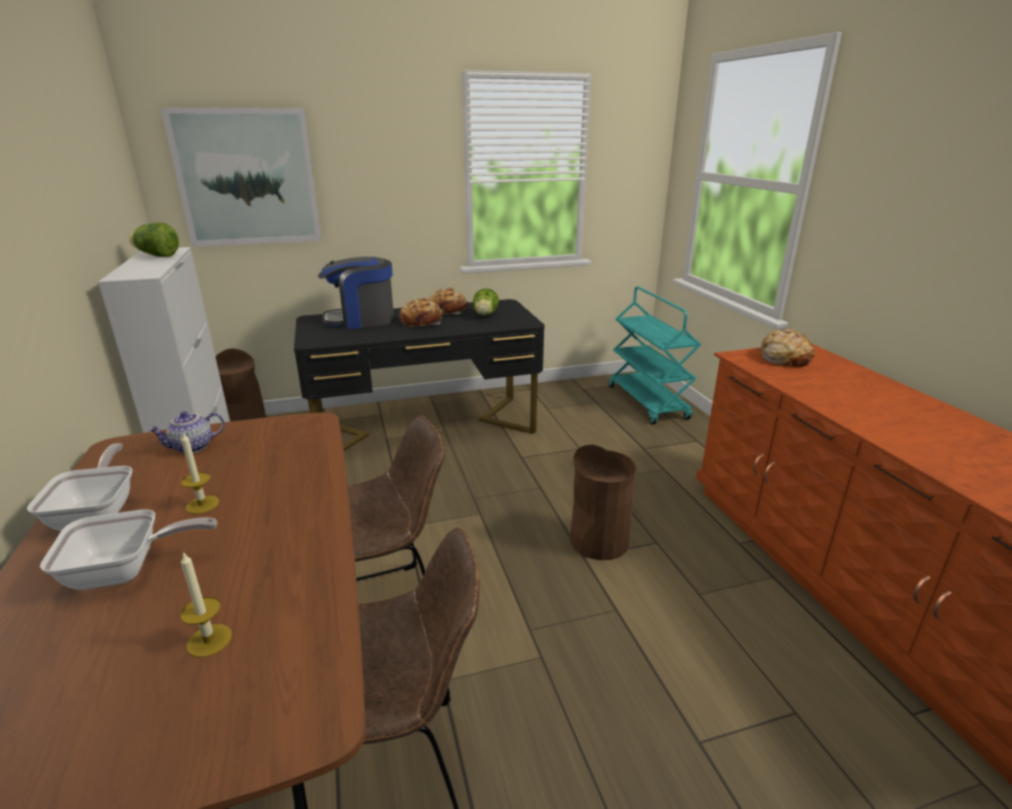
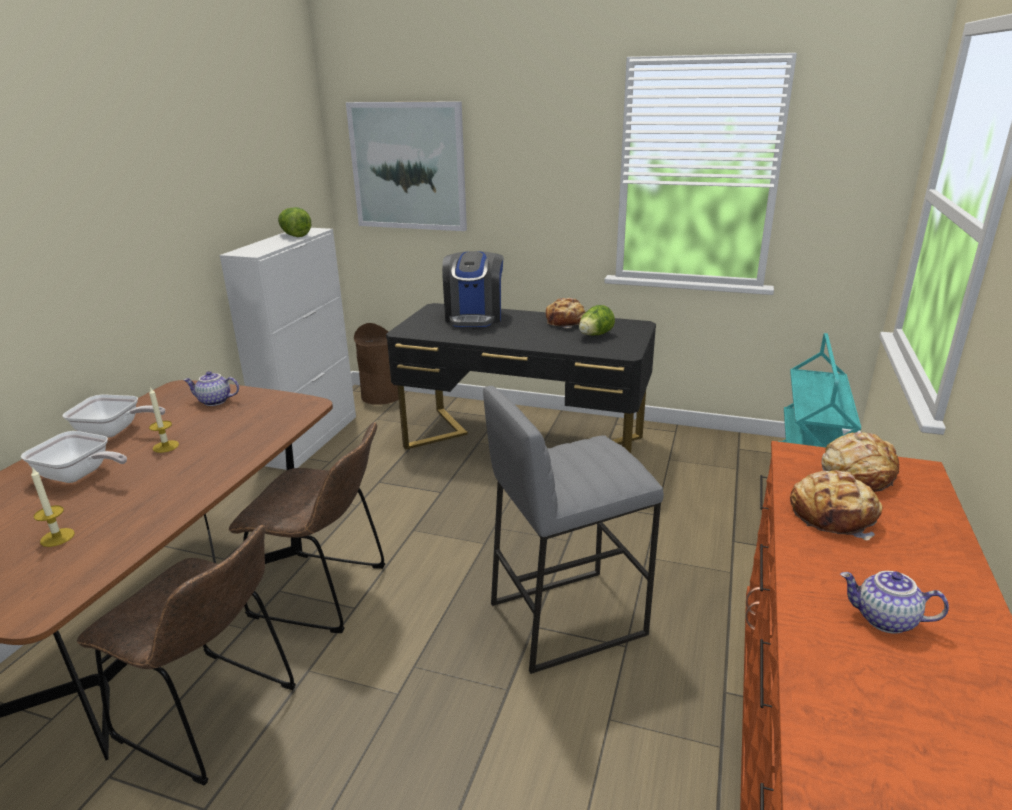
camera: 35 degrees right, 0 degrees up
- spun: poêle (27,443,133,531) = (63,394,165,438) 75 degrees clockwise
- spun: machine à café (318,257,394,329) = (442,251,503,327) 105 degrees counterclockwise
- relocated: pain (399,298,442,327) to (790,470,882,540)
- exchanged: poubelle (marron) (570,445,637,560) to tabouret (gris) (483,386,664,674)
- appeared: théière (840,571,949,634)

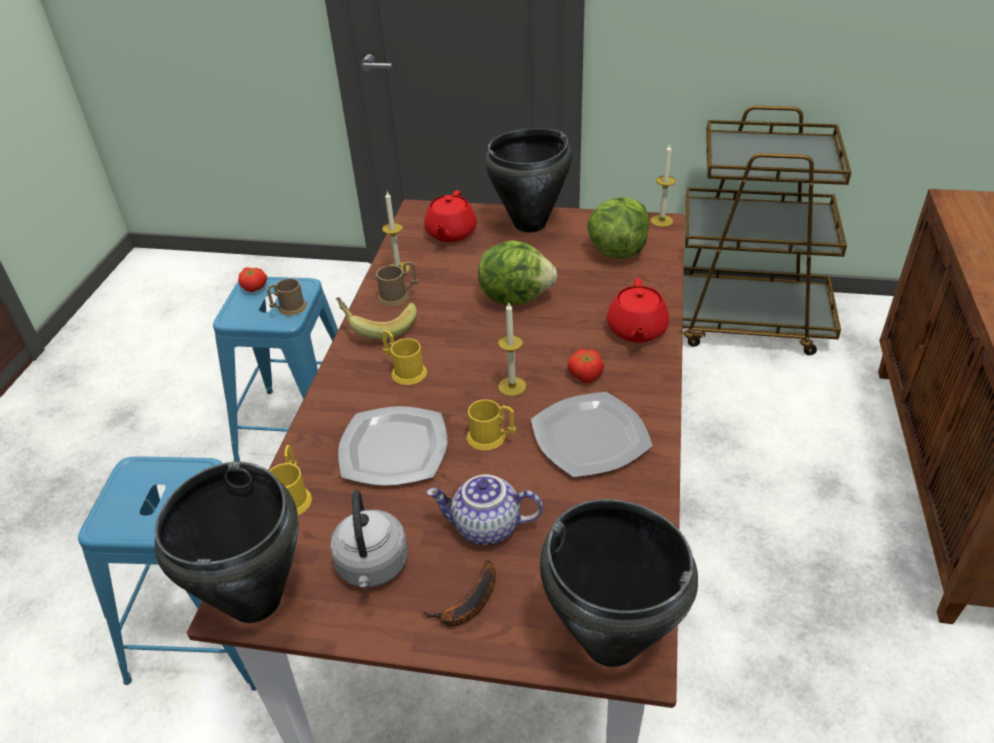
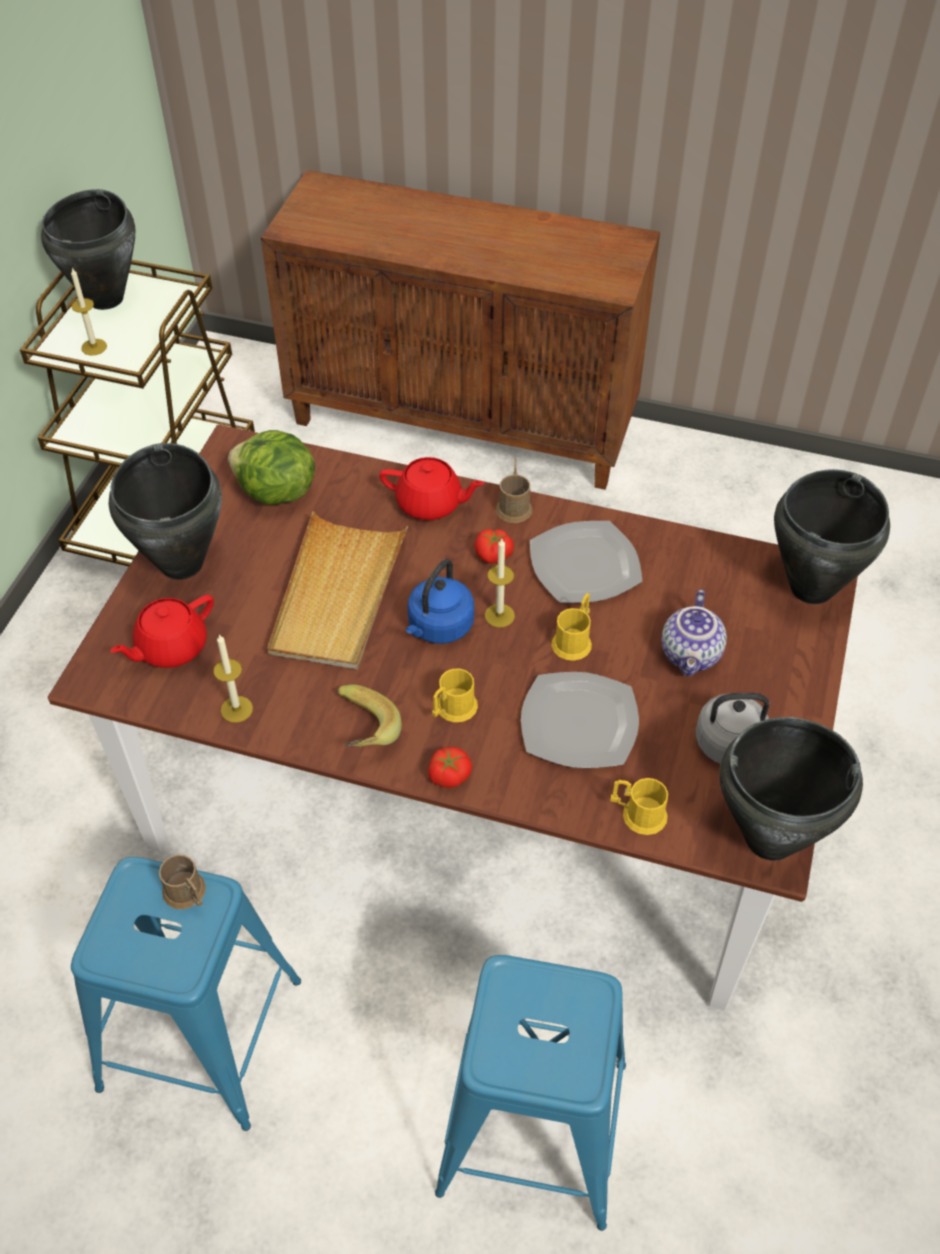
camera: 85 degrees left, 10 degrees up
- relocated: tomate (238,267,267,292) to (428,747,472,788)
- relocated: mug (marron) (376,262,418,307) to (496,458,533,523)
- missing: banane (422,560,496,626)
- spun: théière (rouge) (424,190,477,242) = (110,595,214,668) 120 degrees clockwise
- exchanged: laitue (478,240,558,305) to plateau (beige) (268,511,408,670)
- relocated: bougie (651,144,676,227) to (71,268,107,355)
- appeared: marmite (noir) (41,189,135,310)
- appeared: bouilloire (bleu) (406,559,474,644)

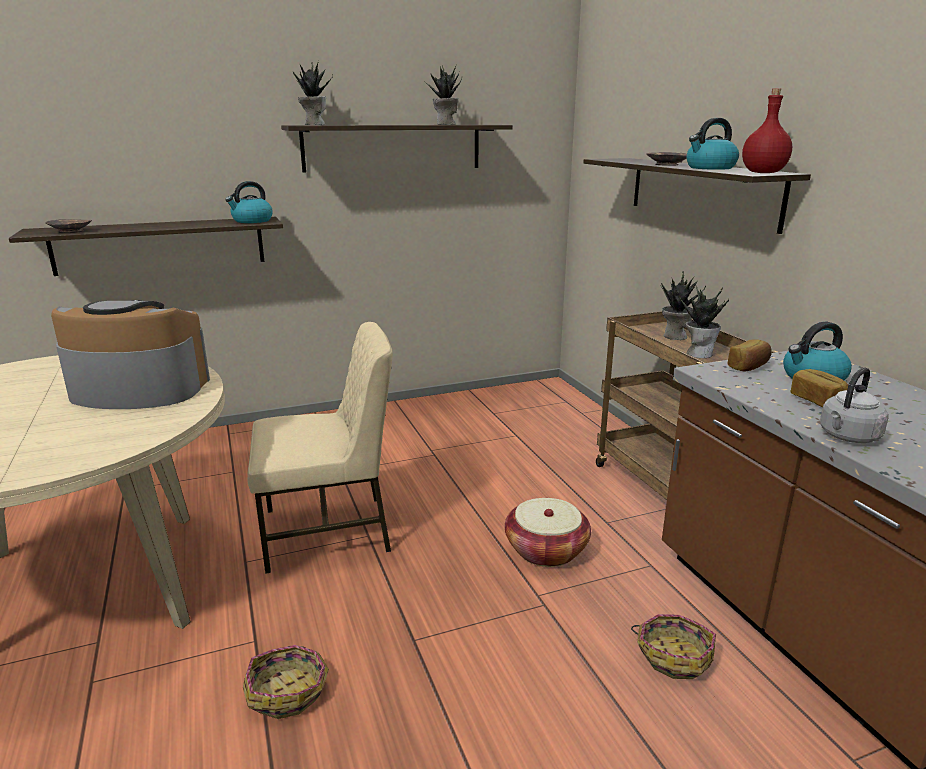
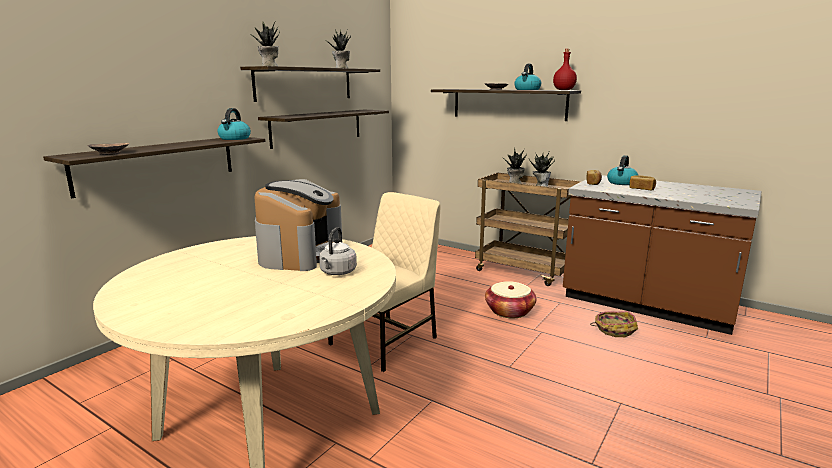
camera: 35 degrees left, 5 degrees down
- spun: machine à café (51,300,210,409) = (255,179,342,271) 135 degrees clockwise
- missing: panier (243,645,329,719)
- relocated: bouilloire (gris) (820,367,889,443) to (319,227,357,275)
- appeared: étagère (258,110,389,149)

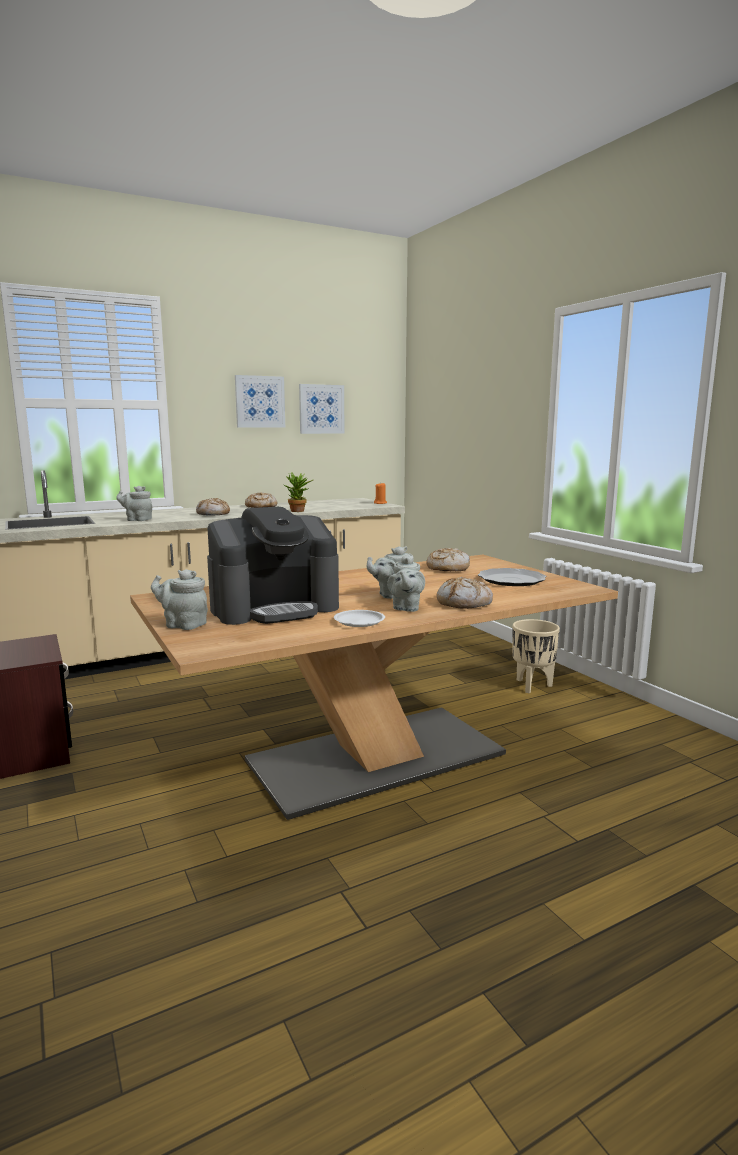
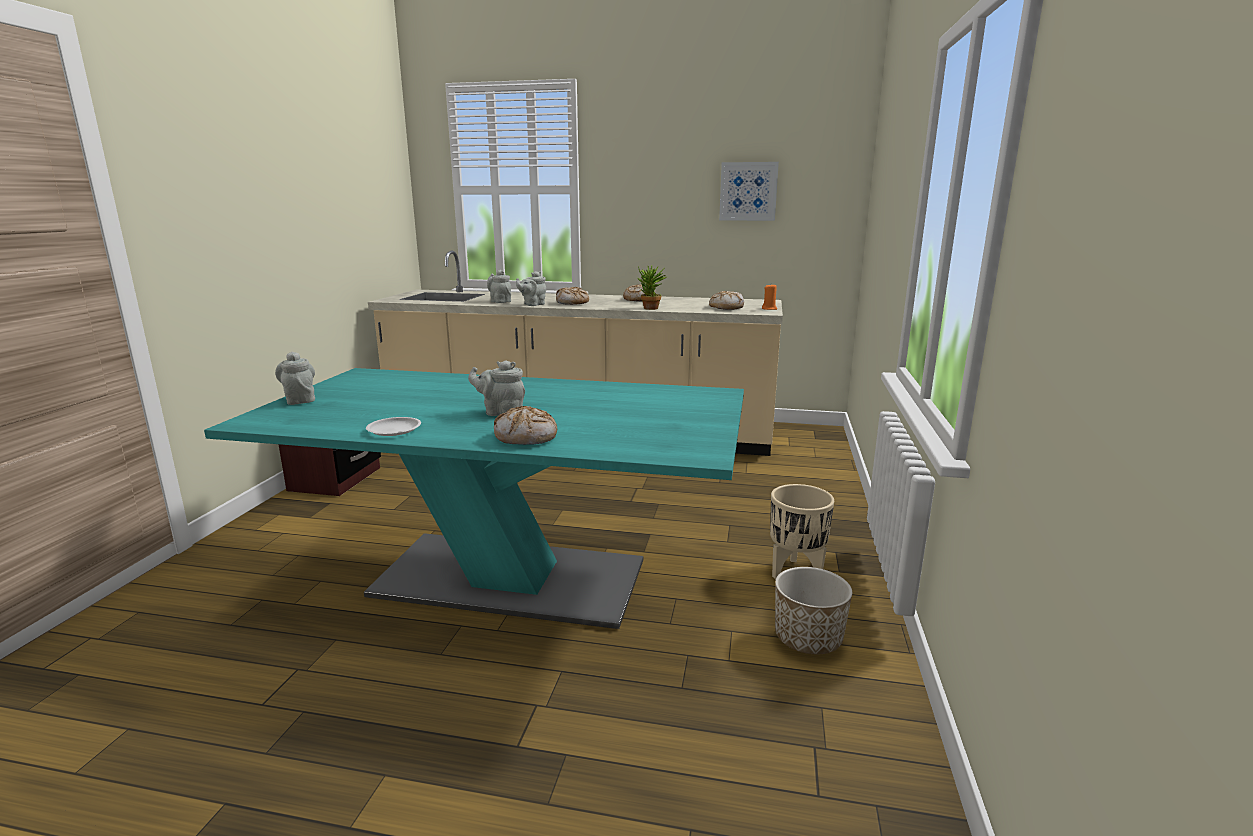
camera: 40 degrees right, 5 degrees up
- colour: table à manger (beige) (130,555,618,820) to table à manger (turquoise) (204,368,744,629)
- missing: machine à café (207,507,339,625)
- missing: tableau (235,375,285,427)
- relocated: théière (gris) (387,554,425,612) to (516,271,546,306)
- relocated: pain (426,548,470,571) to (709,291,744,310)
- missing: assiette (478,568,546,586)
- appeared: cache-pot (775,567,852,654)

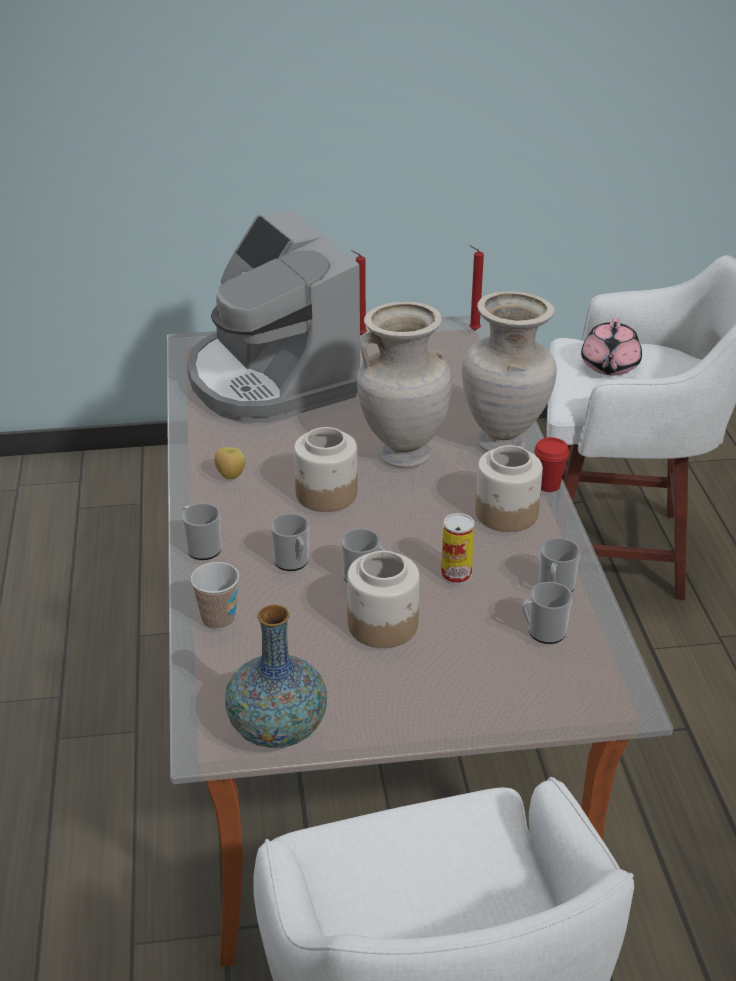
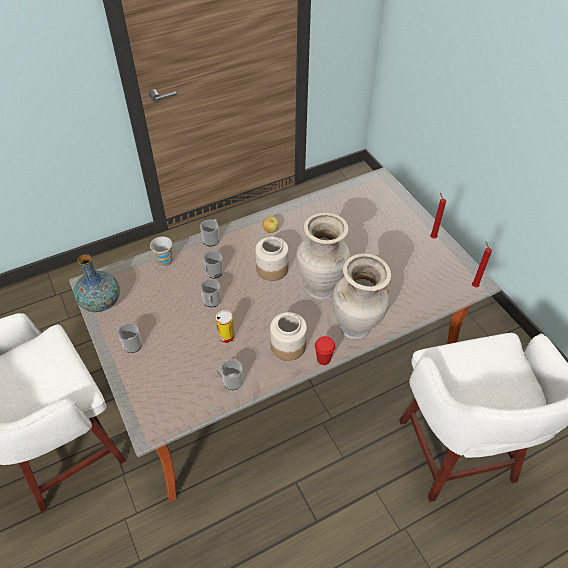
camera: 70 degrees right, 15 degrees up
- missing: machine à café (187,211,360,423)
- missing: bocal (347,551,420,648)
- relocated: mug (522,582,573,644) to (117,323,142,353)
- missing: théière (rose) (581,318,642,375)

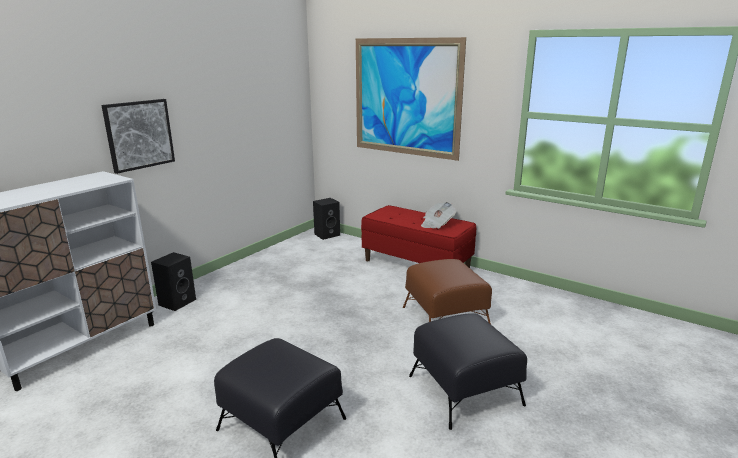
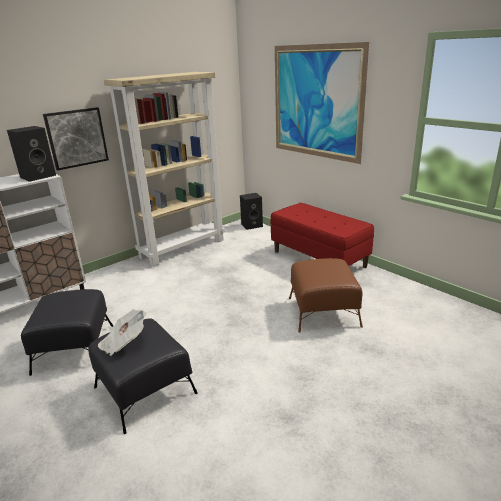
camera: 15 degrees right, 5 degrees up
- relocated: enceinte (noir) (151,252,196,311) to (7,126,56,182)
- relocated: pouf (noir) (409,313,527,430) to (21,289,113,376)
- relocated: journal (421,202,456,229) to (98,310,146,356)
- appeared: bibliothèque (beige) (104,72,225,267)

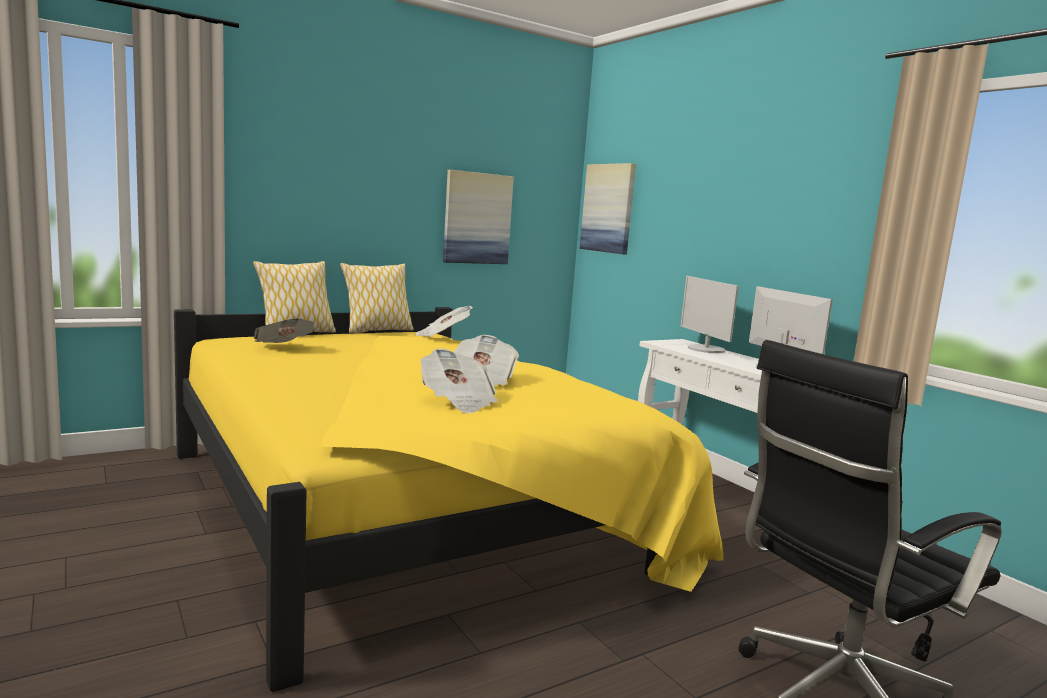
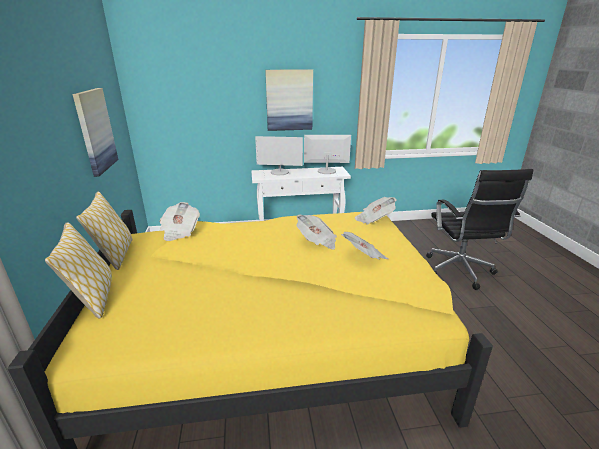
camera: 65 degrees left, 15 degrees up
- relocated: journal (254,318,315,343) to (355,197,397,225)
- relocated: tableau (580,163,636,255) to (265,69,313,131)

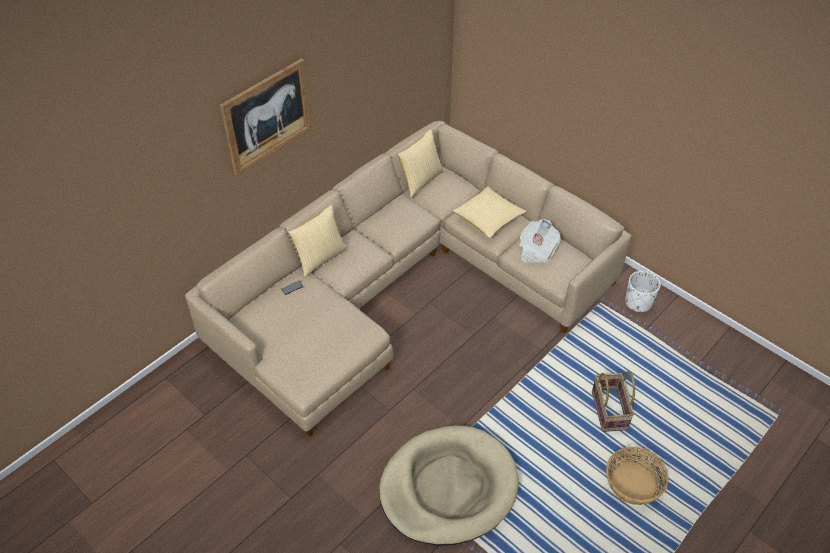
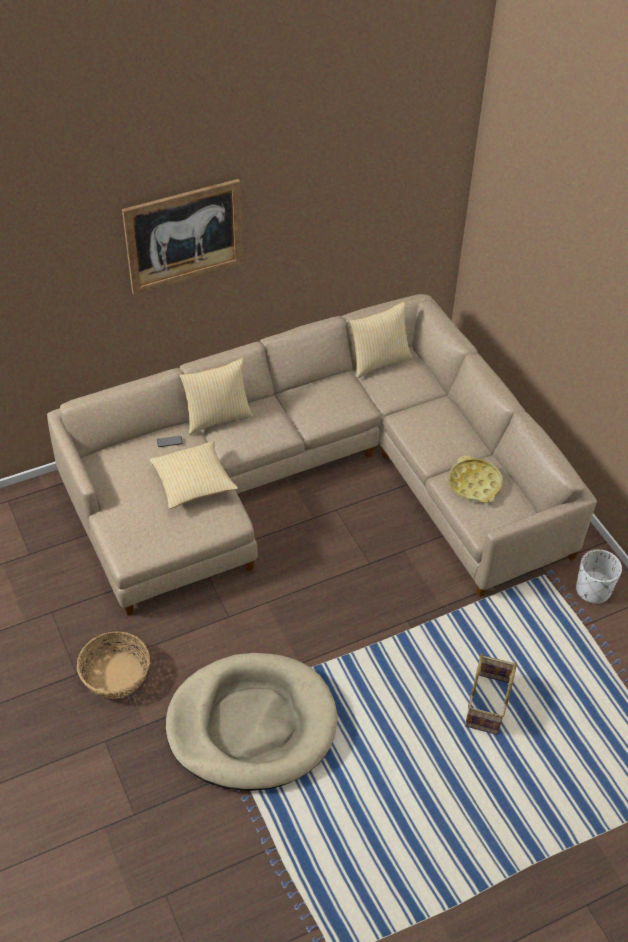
camera: 20 degrees right, 0 degrees up
- relocated: coussin (453,186,526,238) to (150,441,238,509)
- exchanged: journal (519,219,561,263) to plateau (jaune) (449,456,503,503)
- relocated: panier (606,447,669,505) to (77,632,150,699)

